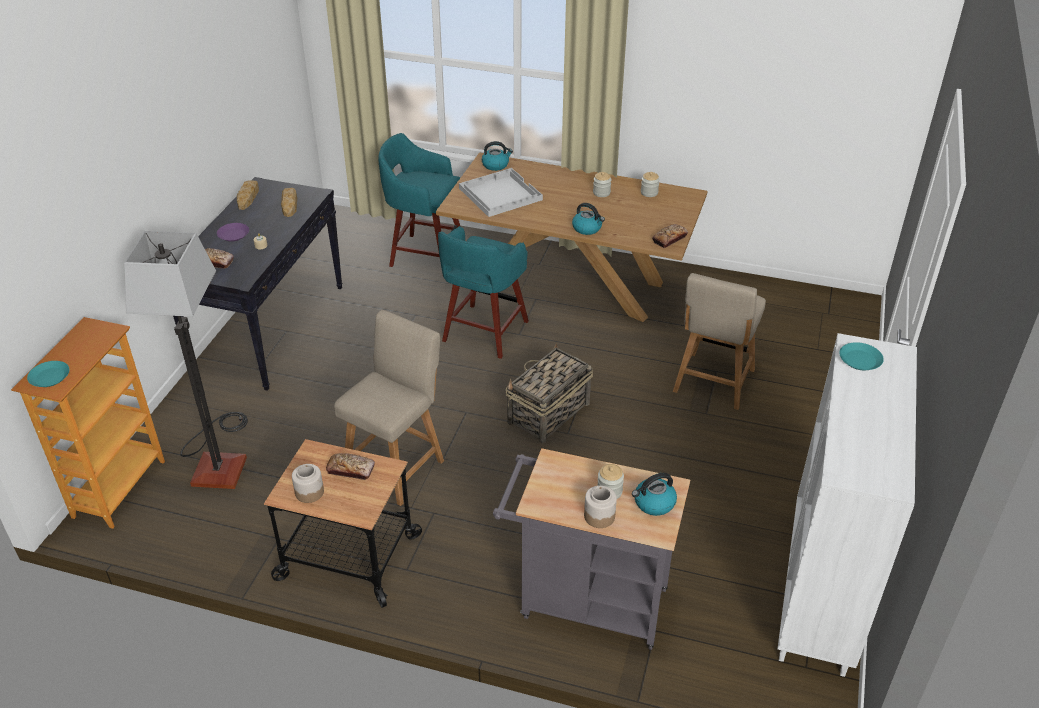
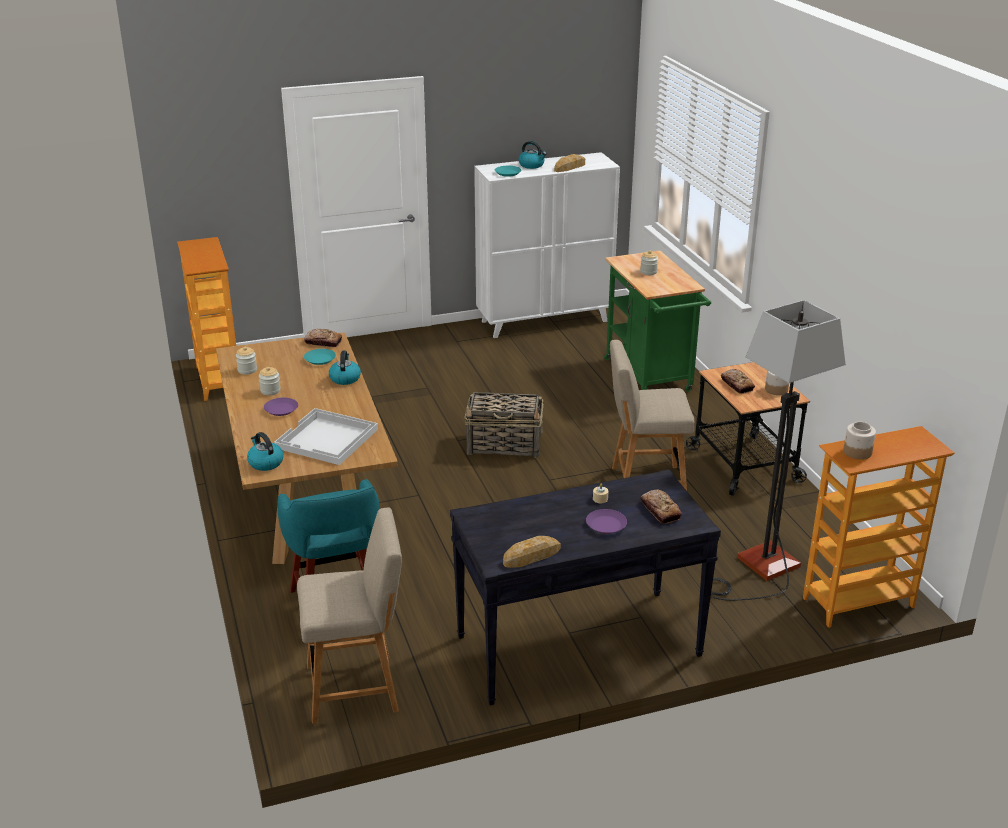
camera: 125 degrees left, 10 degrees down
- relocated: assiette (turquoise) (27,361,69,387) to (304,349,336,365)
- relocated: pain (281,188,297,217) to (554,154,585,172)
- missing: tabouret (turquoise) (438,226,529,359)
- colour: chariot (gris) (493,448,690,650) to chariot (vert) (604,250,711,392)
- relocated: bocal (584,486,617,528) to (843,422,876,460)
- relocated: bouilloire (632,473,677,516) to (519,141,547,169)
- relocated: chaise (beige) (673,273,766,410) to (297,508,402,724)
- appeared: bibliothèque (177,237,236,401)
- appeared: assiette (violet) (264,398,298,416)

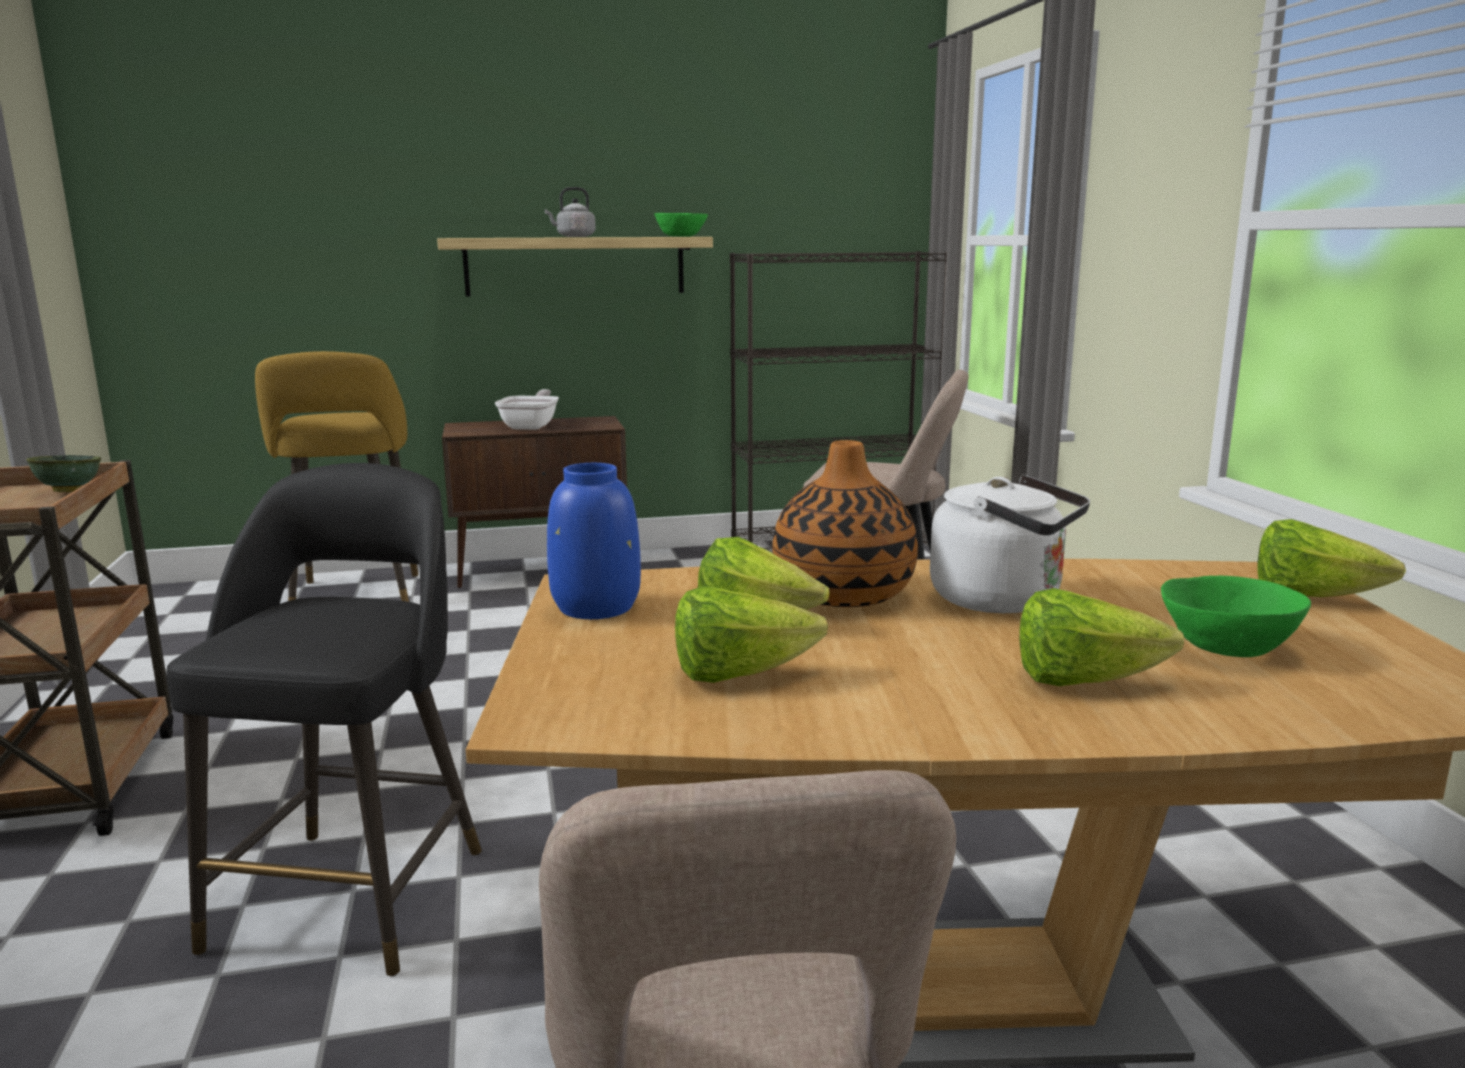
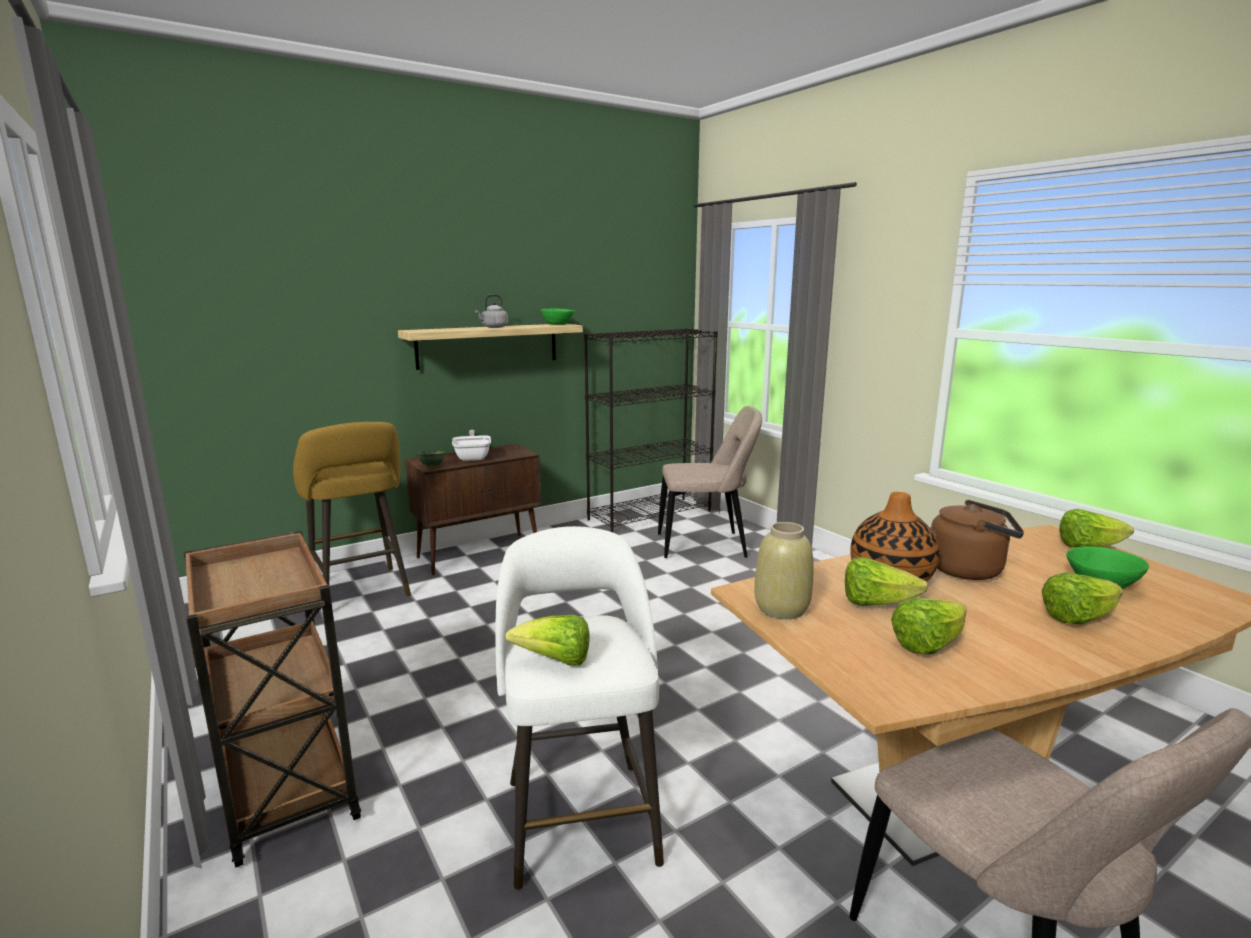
camera: 20 degrees left, 0 degrees up
- relocated: bol (vert) (26,455,102,492) to (417,451,446,468)
- colour: tabouret (noir) (166,463,482,976) to tabouret (blanc) (495,526,664,890)
- colour: vase (bleu) (547,463,641,619) to vase (beige) (755,522,813,619)
- colour: bouilloire (blanc) (930,475,1090,613) to bouilloire (marron) (931,500,1024,580)
- appeared: laitue (505,615,589,666)

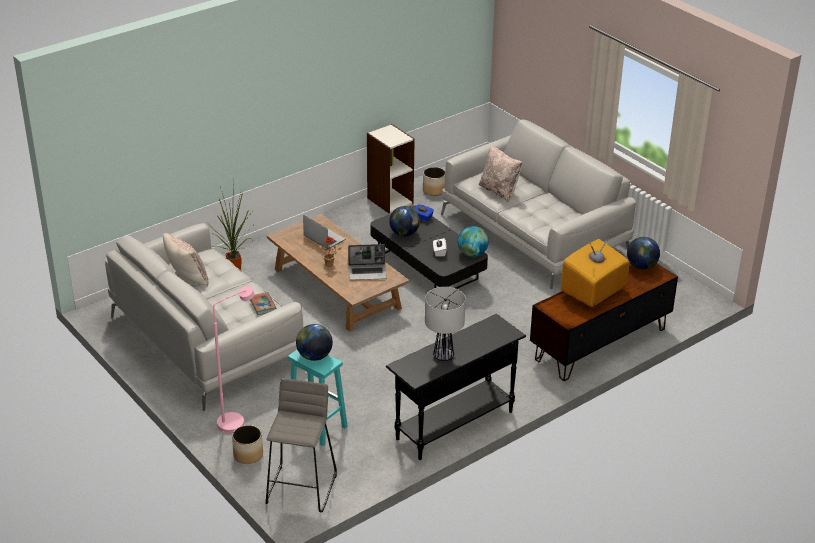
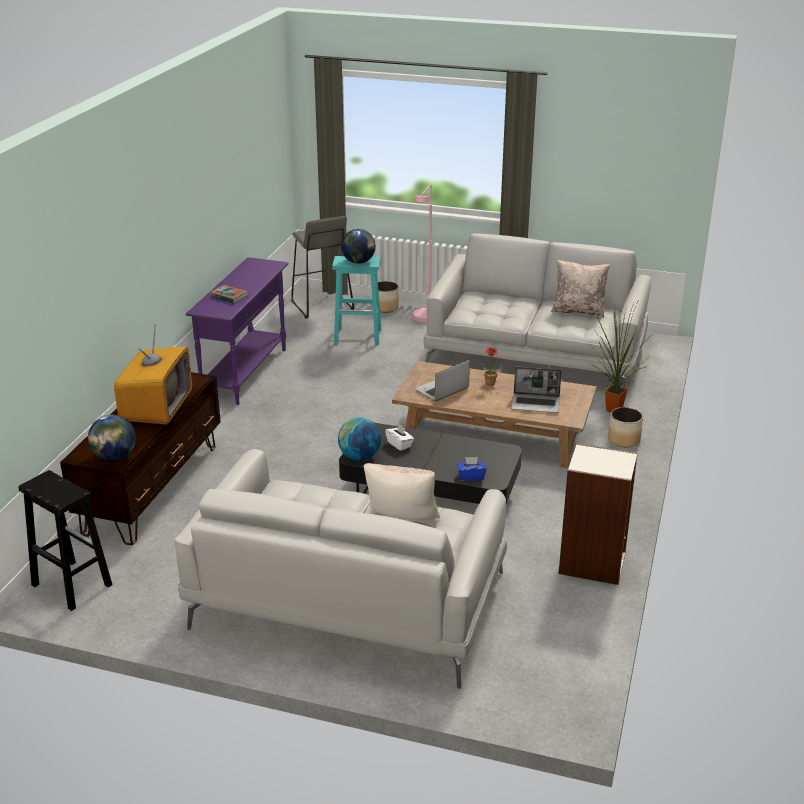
camera: 145 degrees right, 5 degrees down
- relocated: livre (250,292,277,315) to (210,285,248,303)
- colour: table console (noir) (386,314,526,460) to table console (violet) (186,257,289,405)
- missing: globe (389,206,420,237)
- relocated: cache-pot (423,167,445,196) to (608,407,643,447)
- missing: lampe de table (425,287,466,361)
- appeared: tabouret (noir) (19,470,112,611)

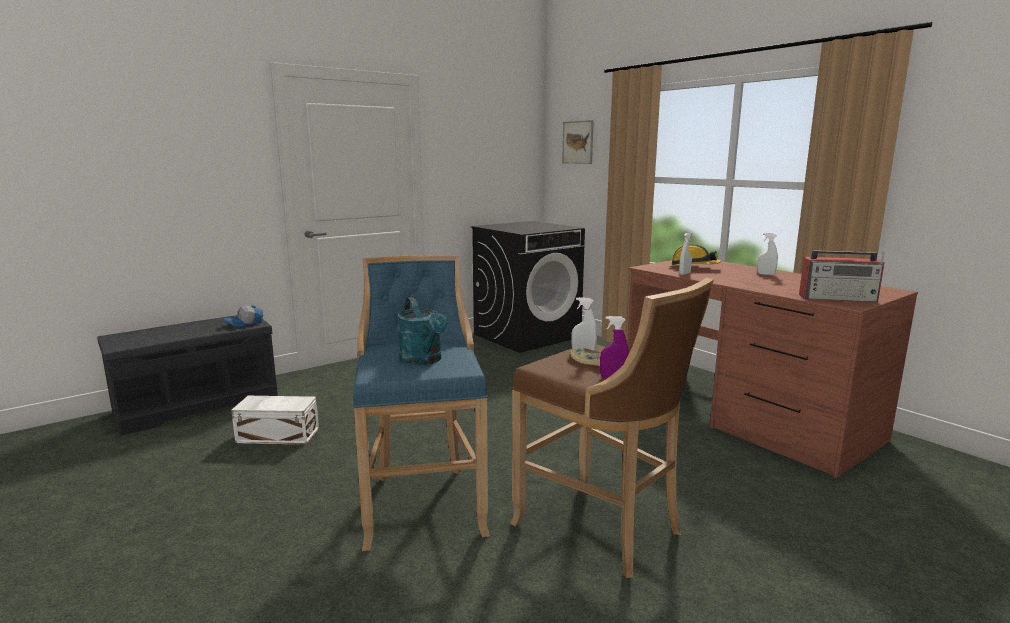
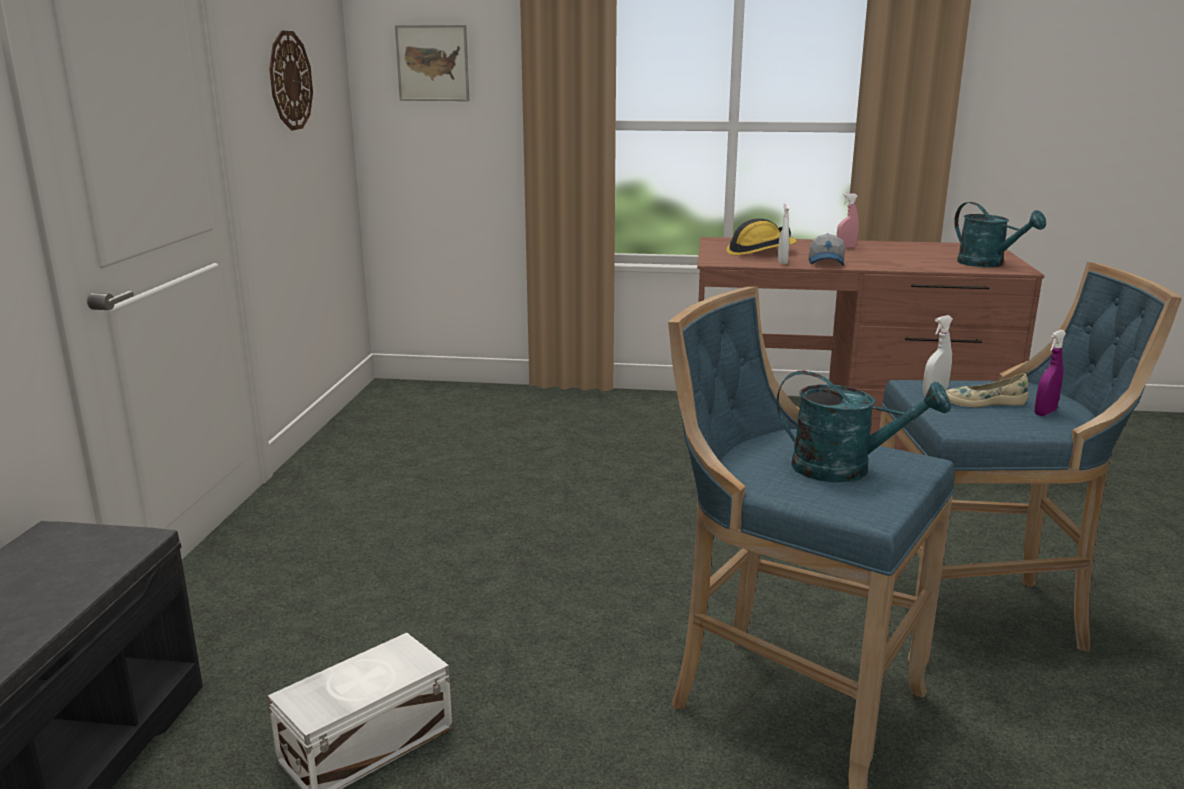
camera: 45 degrees left, 5 degrees up
- relocated: casquette (223,305,263,327) to (809,233,845,266)
- missing: lave-linge (noir) (471,221,585,353)
- colour: tabouret (marron) (510,278,714,578) to tabouret (bleu) (880,262,1182,660)
- colour: vaporisateur (blanc) (757,233,778,275) to vaporisateur (rose) (837,193,859,248)
- exchanged: radio (799,250,885,303) to arrosoir (turquoise) (954,202,1046,267)
- appeared: horloge murale (269,31,313,130)

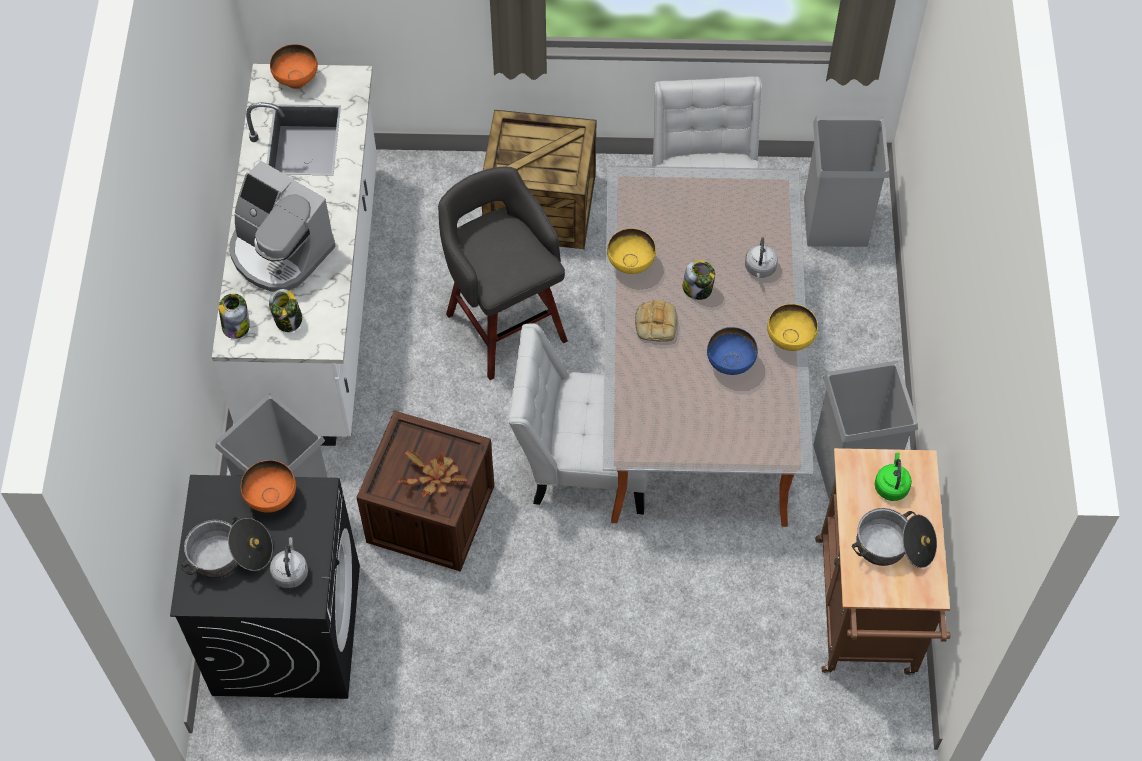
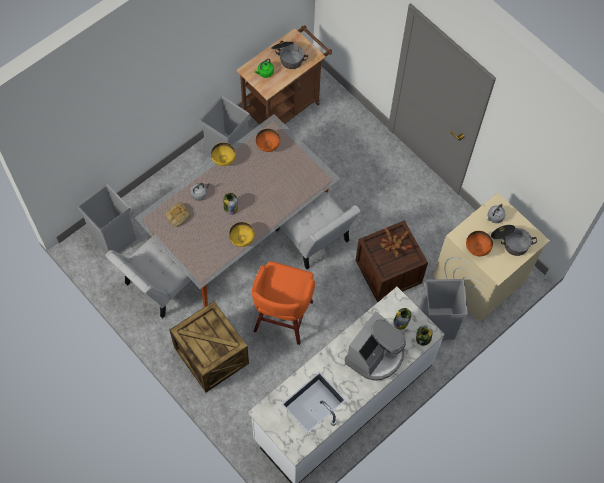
camera: 135 degrees left, 5 degrees up
- colour: lave-linge (noir) (170,475,360,699) to lave-linge (beige) (433,192,550,322)
- spun: machine à café (230,161,335,292) = (345,311,406,381) 45 degrees clockwise
- relocated: bol (orange) (270,44,318,89) to (256,129,280,152)
- colour: tabouret (gris) (438,167,568,380) to tabouret (orange) (252,261,315,345)
- relocated: pain (635,300,677,342) to (165,202,191,227)
- missing: bol (bleu) (707,327,758,375)

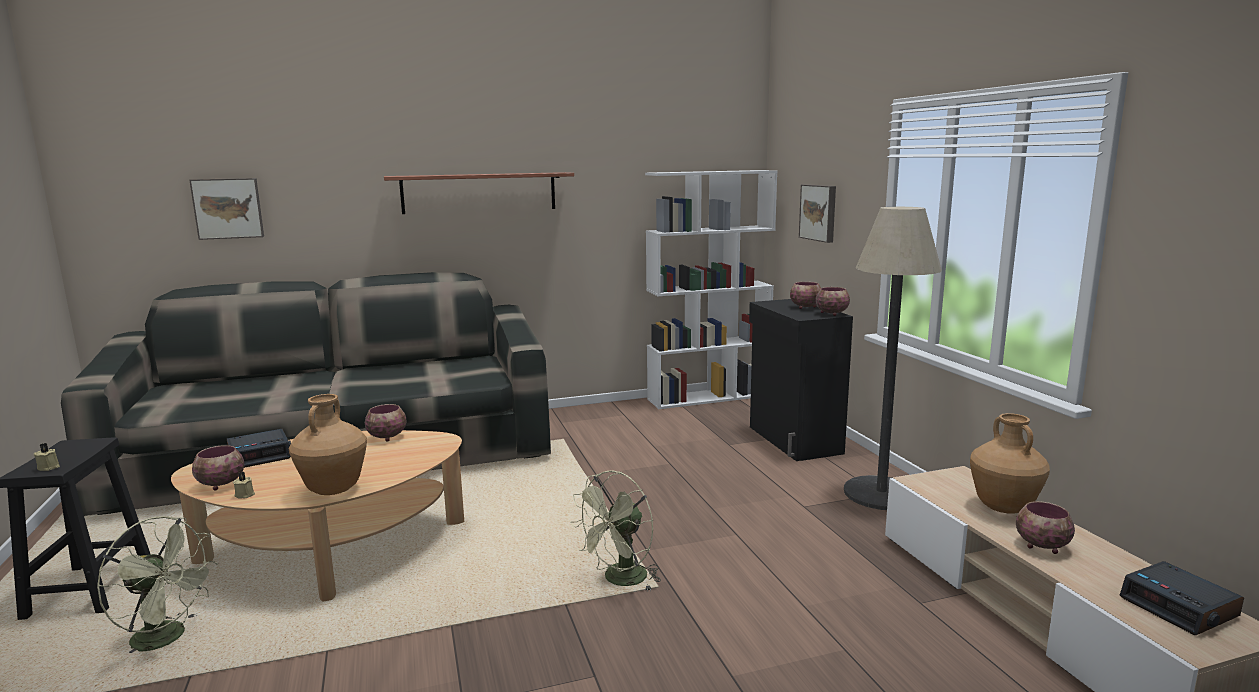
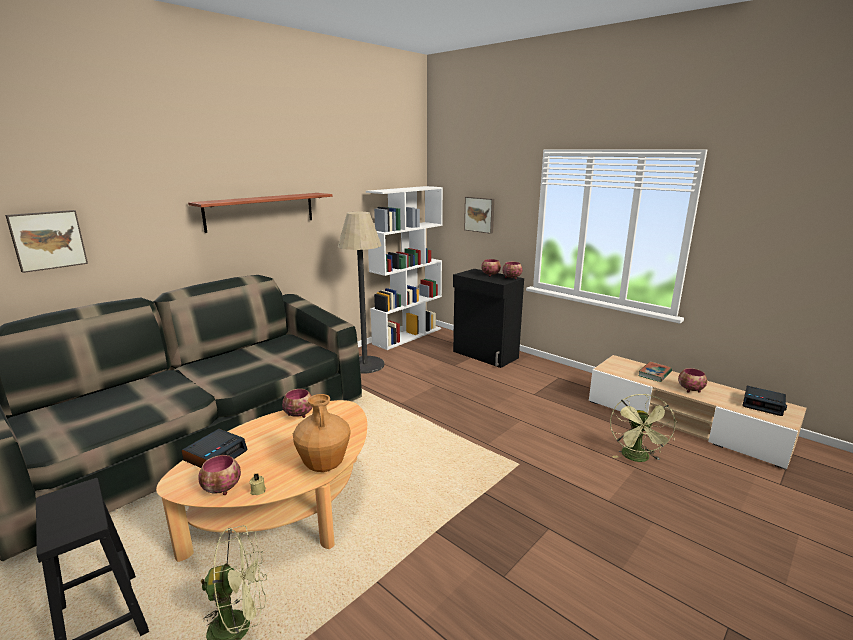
camera: 30 degrees left, 5 degrees up
- missing: bougie (beige) (34,443,60,471)
- relocated: ventilateur (vert) (570,470,661,592) to (610,394,677,462)
- relocated: lampadaire (844,207,942,510) to (338,212,384,374)
- exchanged: vase (marron) (970,413,1050,514) to livre (638,362,672,382)

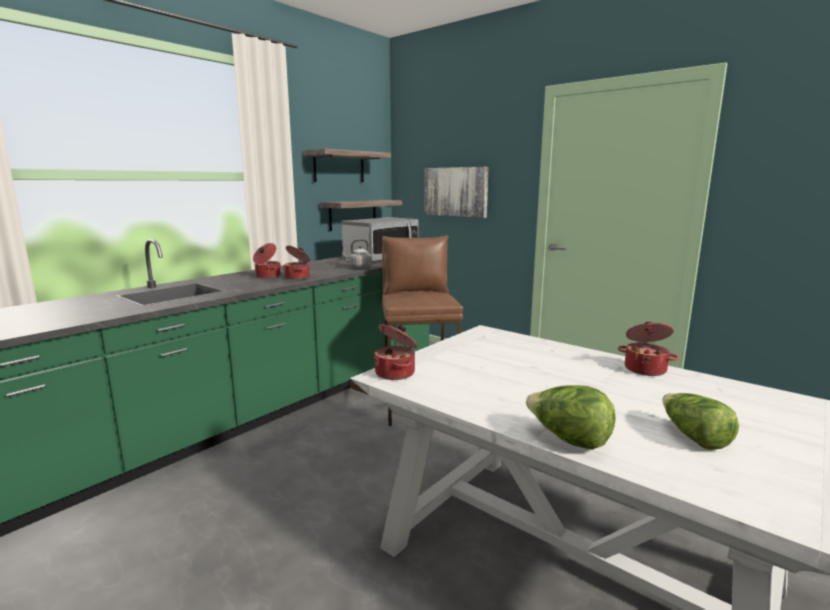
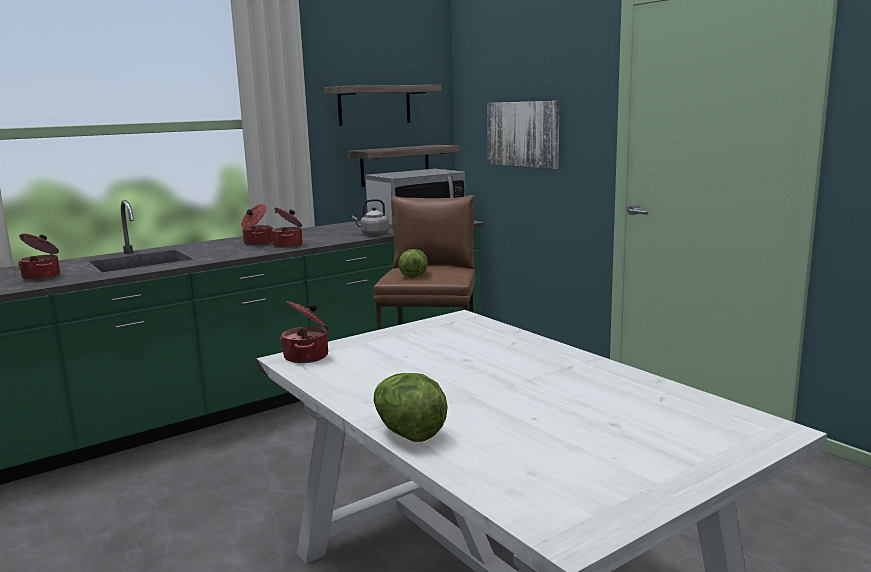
camera: 15 degrees right, 0 degrees up
- relocated: marmite (618,322,679,376) to (18,233,60,280)
- relocated: laitue (662,393,739,450) to (398,249,428,278)

